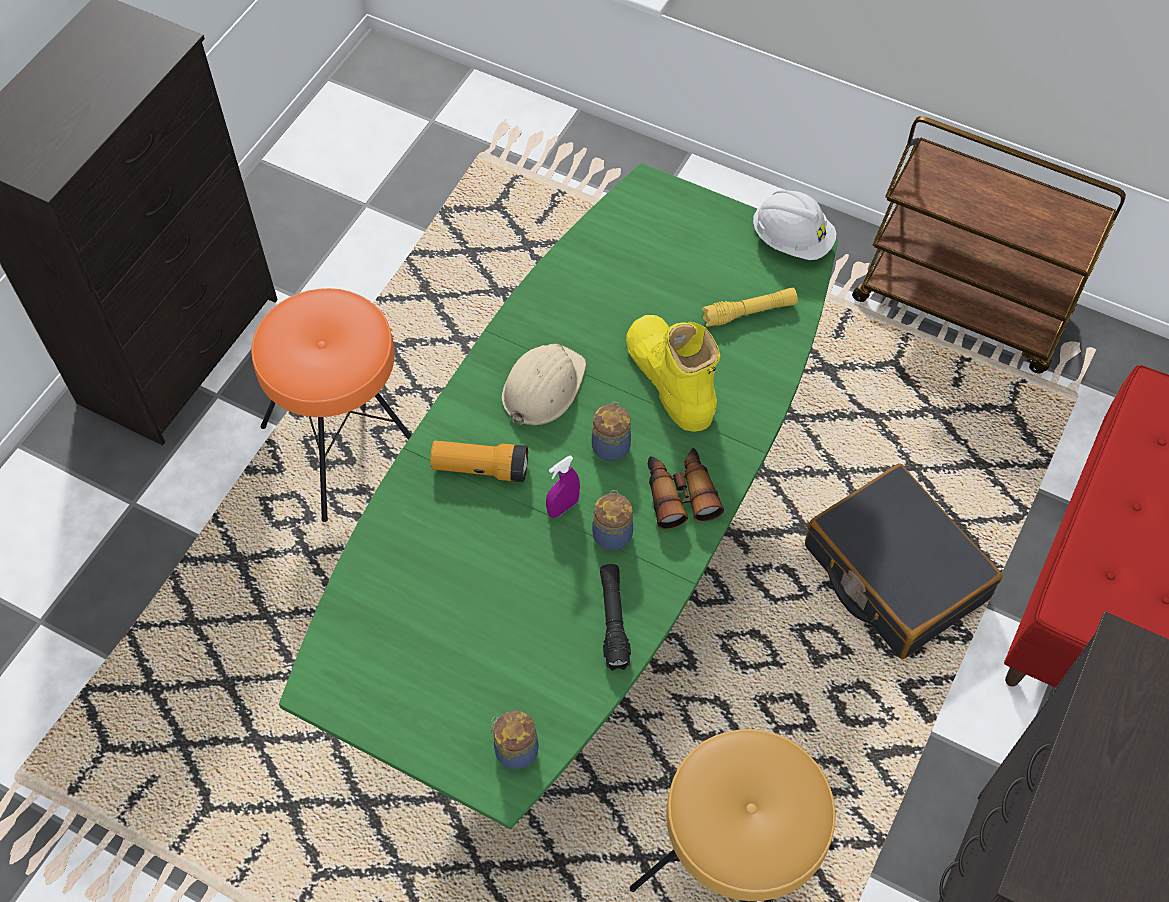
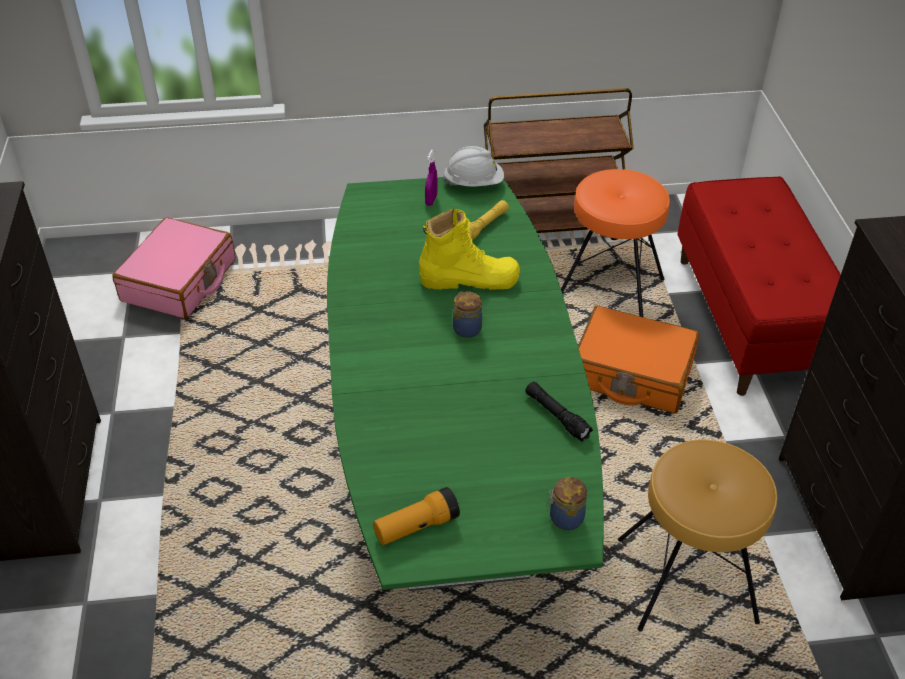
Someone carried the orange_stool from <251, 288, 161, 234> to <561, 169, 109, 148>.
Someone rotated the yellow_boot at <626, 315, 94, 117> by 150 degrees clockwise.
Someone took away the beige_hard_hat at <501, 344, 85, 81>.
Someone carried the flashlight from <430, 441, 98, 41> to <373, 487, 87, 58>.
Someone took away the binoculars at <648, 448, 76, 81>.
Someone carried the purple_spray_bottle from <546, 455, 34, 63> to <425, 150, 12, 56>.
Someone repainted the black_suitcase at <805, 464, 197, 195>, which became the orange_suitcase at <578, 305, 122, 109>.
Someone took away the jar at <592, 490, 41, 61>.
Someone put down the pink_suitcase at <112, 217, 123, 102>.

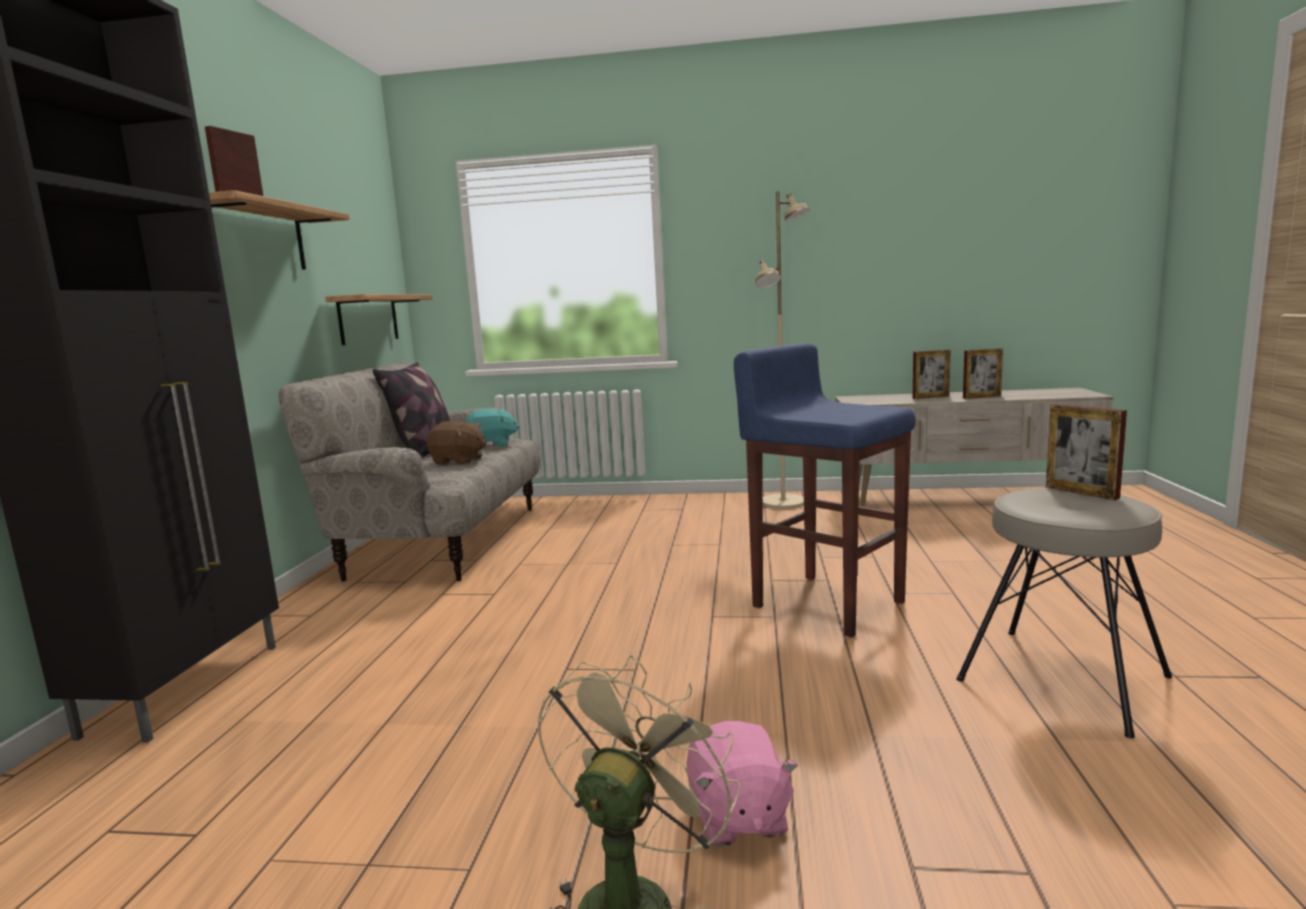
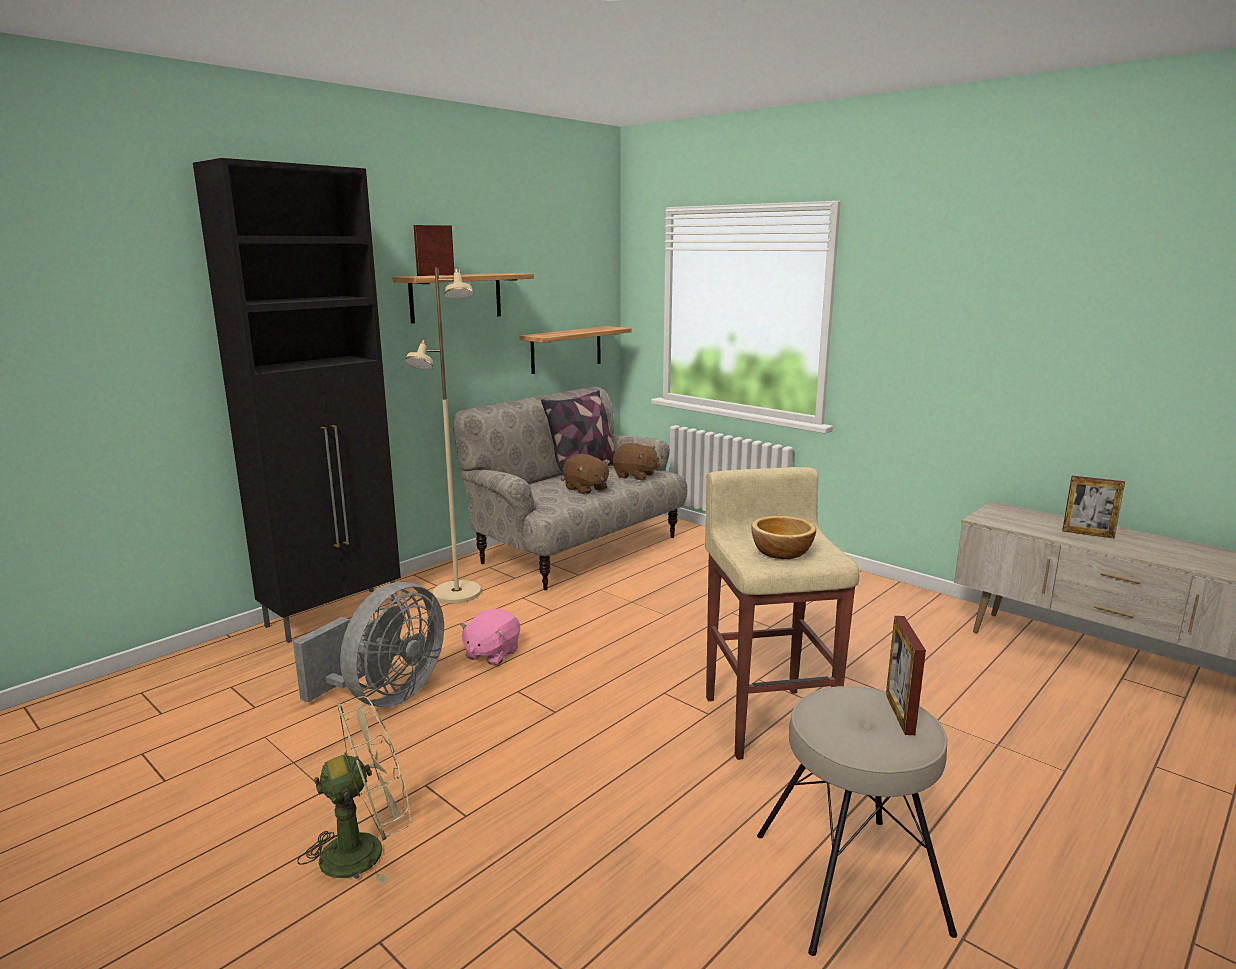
Someone carried the beige_floor_lamp from <755, 191, 55, 318> to <405, 268, 76, 335>.
Someone repainted the blue_stool at <734, 343, 182, 295>, which became the beige_stool at <705, 467, 155, 293>.
Someone took away the picture_frame at <963, 348, 40, 51>.
Someone repainted the turquoise_plush_toy at <465, 409, 55, 39>, which became the brown_plush_toy at <613, 443, 47, 37>.
Someone carried the pink_plush_toy from <686, 721, 112, 126> to <460, 609, 60, 56>.
Someone put down the bowl at <751, 516, 65, 43>.
Someone put down the grey_fan at <293, 582, 151, 125>.

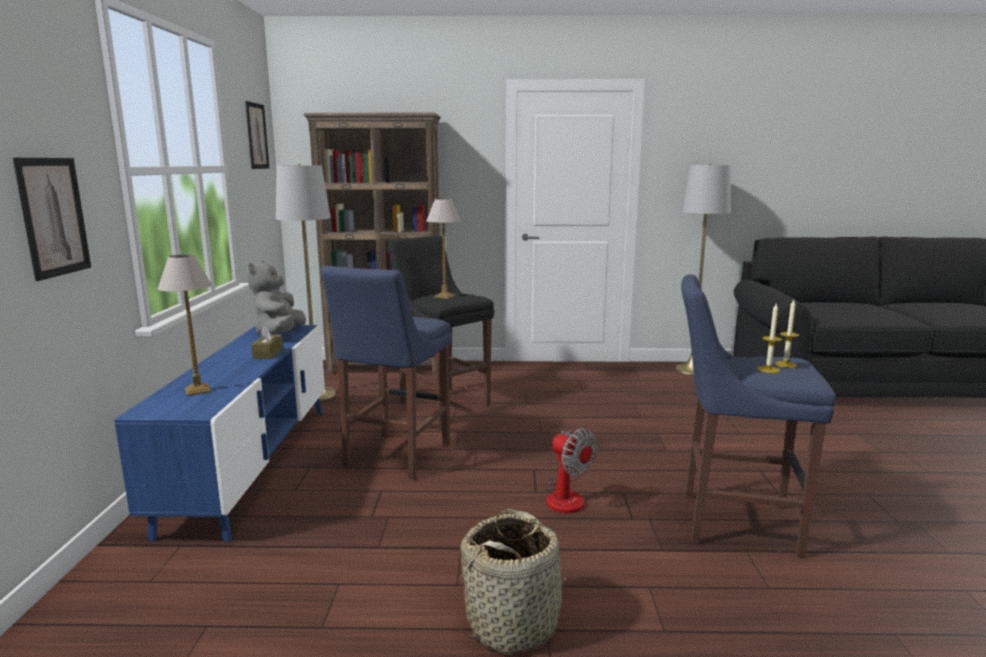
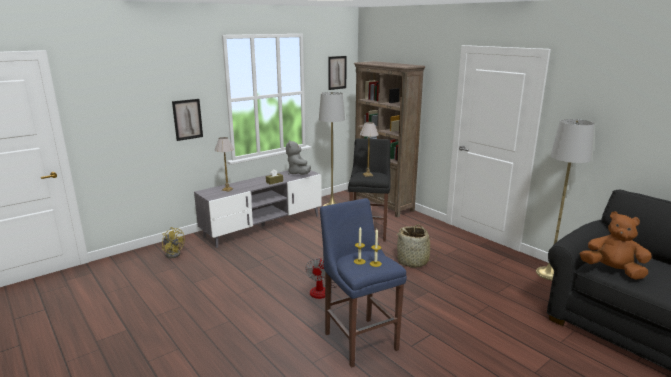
Someone rotated the grey_plush_toy at <247, 261, 59, 74> by 60 degrees counterclockwise.
Someone took away the blue_stool at <321, 266, 131, 214>.
Someone repainted the blue_tv_stand at <114, 325, 211, 217>, which became the grey_tv_stand at <194, 170, 127, 78>.
Someone carried the basket from <459, 509, 113, 146> to <395, 225, 38, 43>.
Someone put down the brown_plush_toy at <580, 212, 72, 68>.
Someone put down the yellow_fan at <162, 227, 23, 31>.

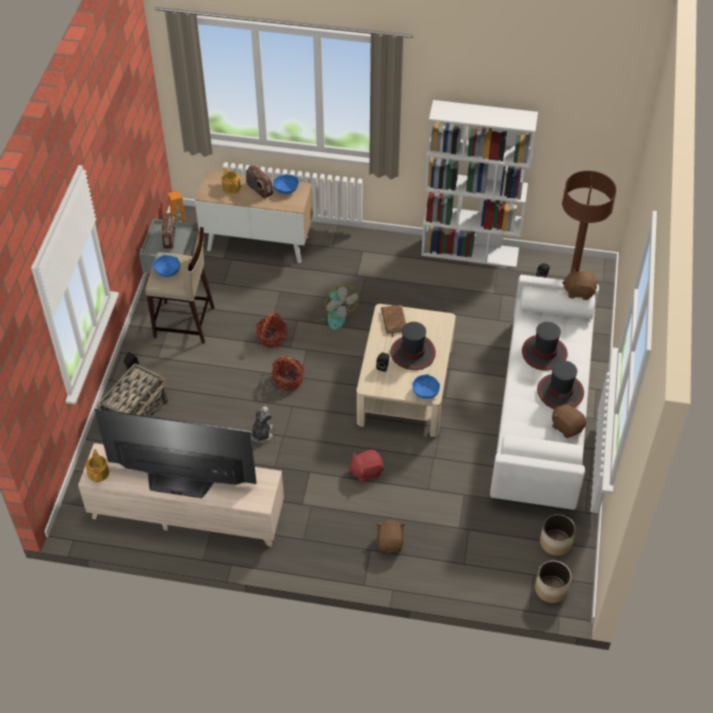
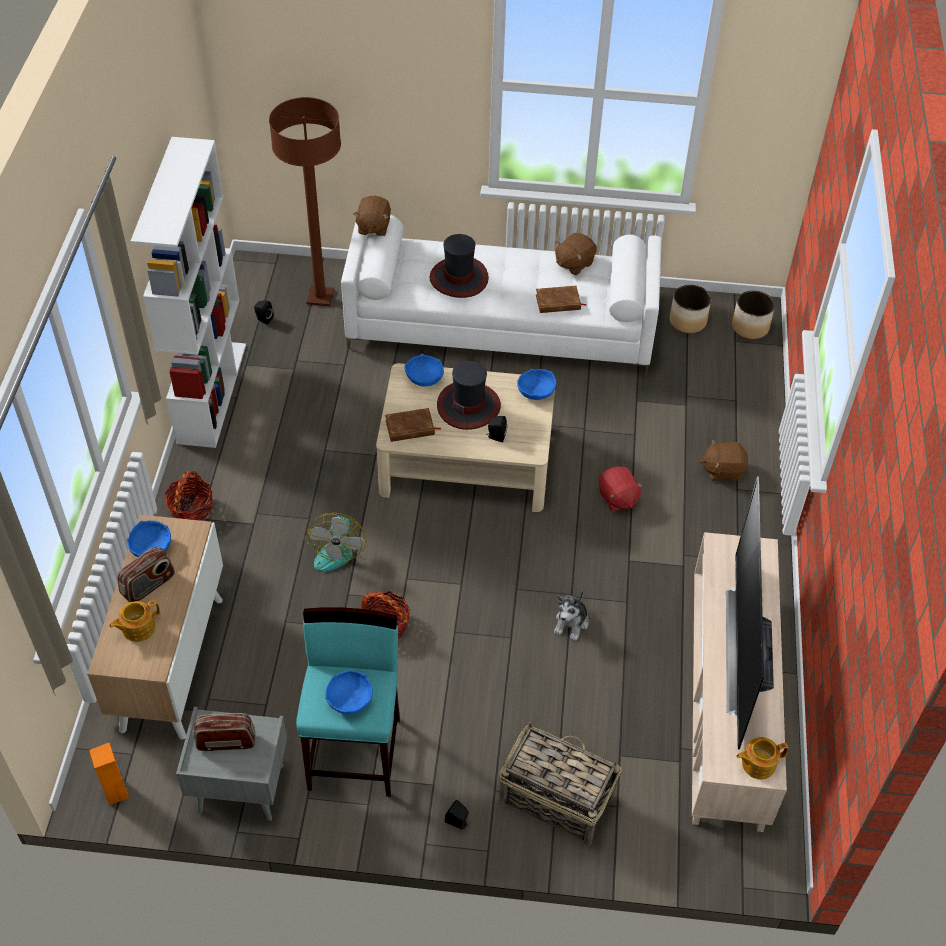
Someone repainted the beige_stool at <145, 227, 70, 116>, which became the turquoise_stool at <296, 607, 104, 190>.
Someone rotated the fan at <311, 284, 47, 46> by 135 degrees clockwise.
Someone carried the basket from <271, 356, 34, 35> to <164, 471, 49, 50>.
Someone took away the hat at <537, 360, 47, 49>.
Someone rotated the plush_toy at <251, 406, 22, 37> by 75 degrees counterclockwise.
Someone put down the brown_book at <536, 286, 51, 27>.
Someone put down the blue_bowl at <405, 354, 39, 32>.

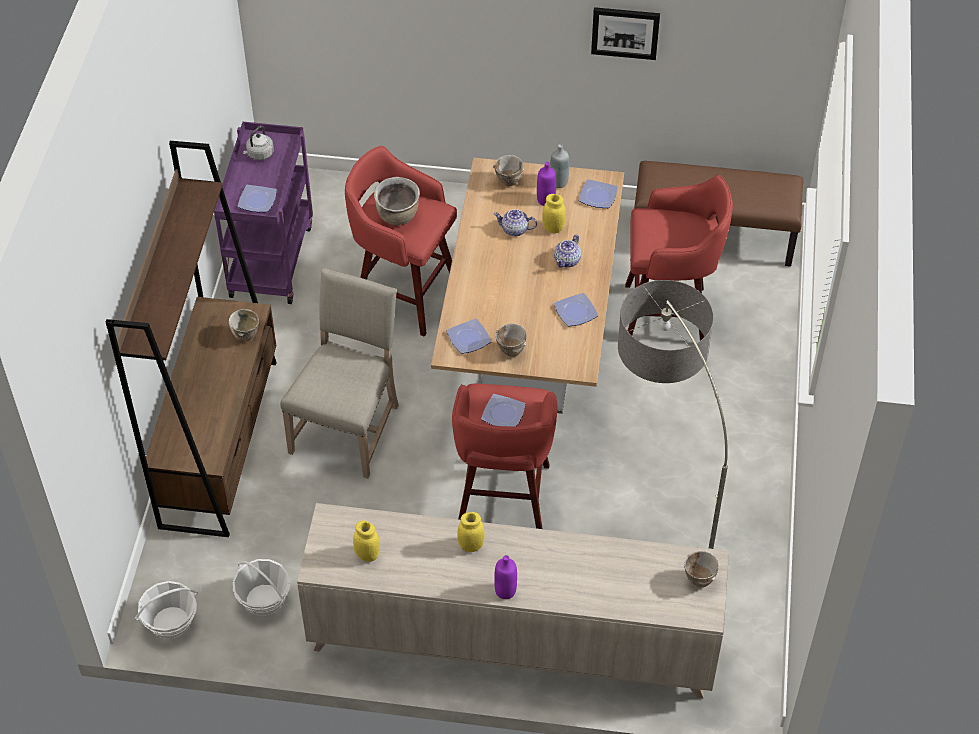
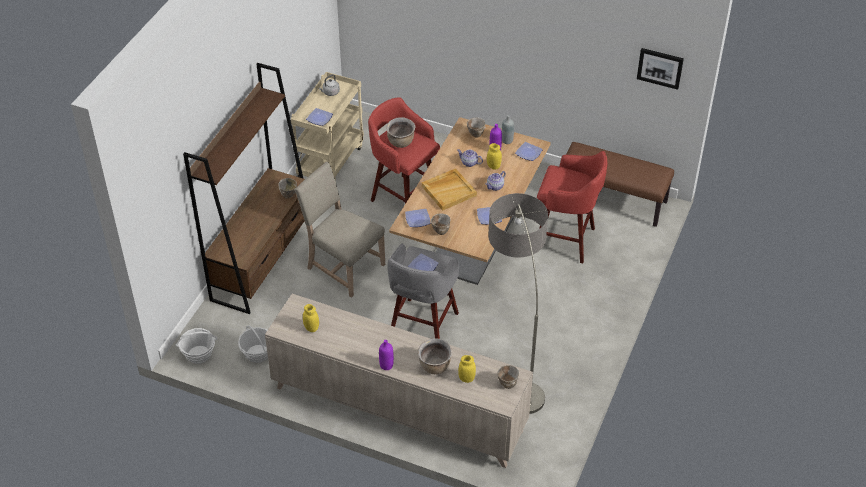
Someone carried the picture from <591, 7, 69, 53> to <637, 48, 47, 42>.
Someone repainted the purple_cart at <214, 122, 99, 182>, which became the beige_cart at <291, 72, 73, 108>.
Someone rotated the beige_chair at <280, 268, 119, 211> by 90 degrees counterclockwise.
Someone repainted the red_stool at <452, 384, 105, 145>, which became the grey_stool at <387, 243, 72, 96>.
Someone carried the yellow_jar from <457, 512, 28, 40> to <458, 355, 18, 28>.
Someone put down the beige_tray at <422, 168, 55, 43>.
Someone put down the brown_cooking_pot at <418, 338, 34, 36>.

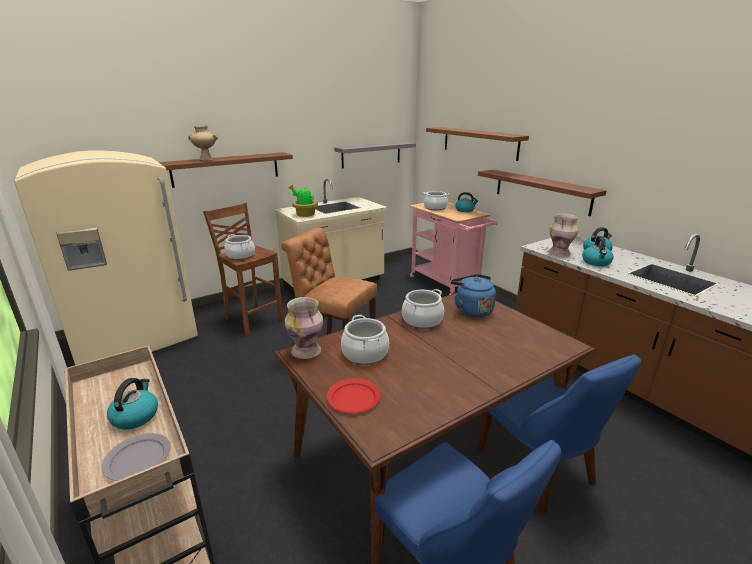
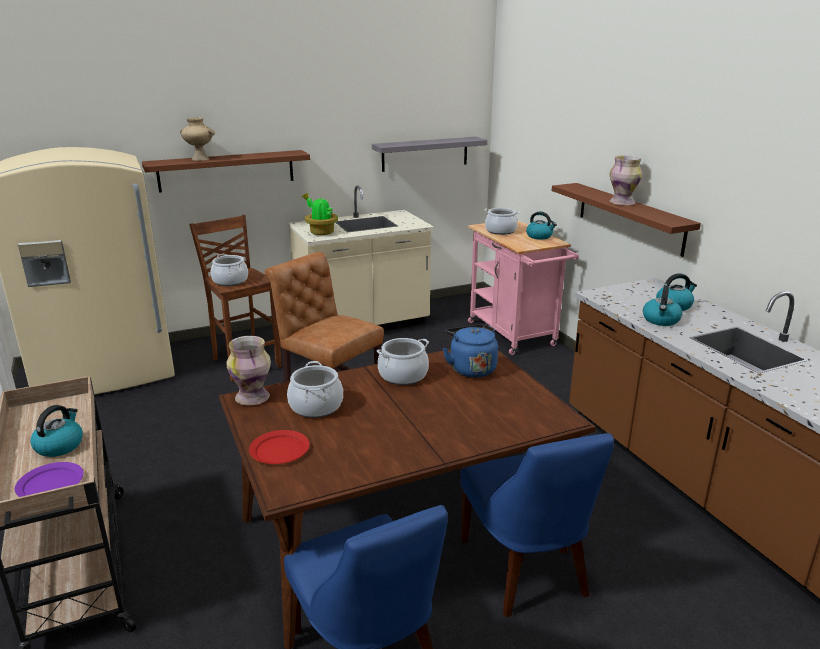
Someone took away the brown_shelf at <426, 127, 103, 34>.
Someone carried the vase from <548, 214, 30, 42> to <610, 155, 32, 51>.
Someone repainted the grey_plate at <101, 433, 70, 48>, which became the purple_plate at <15, 462, 69, 35>.

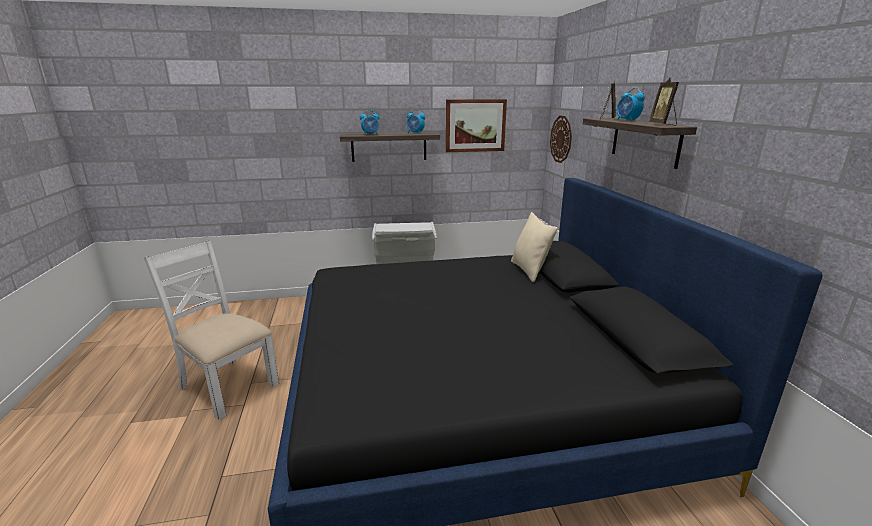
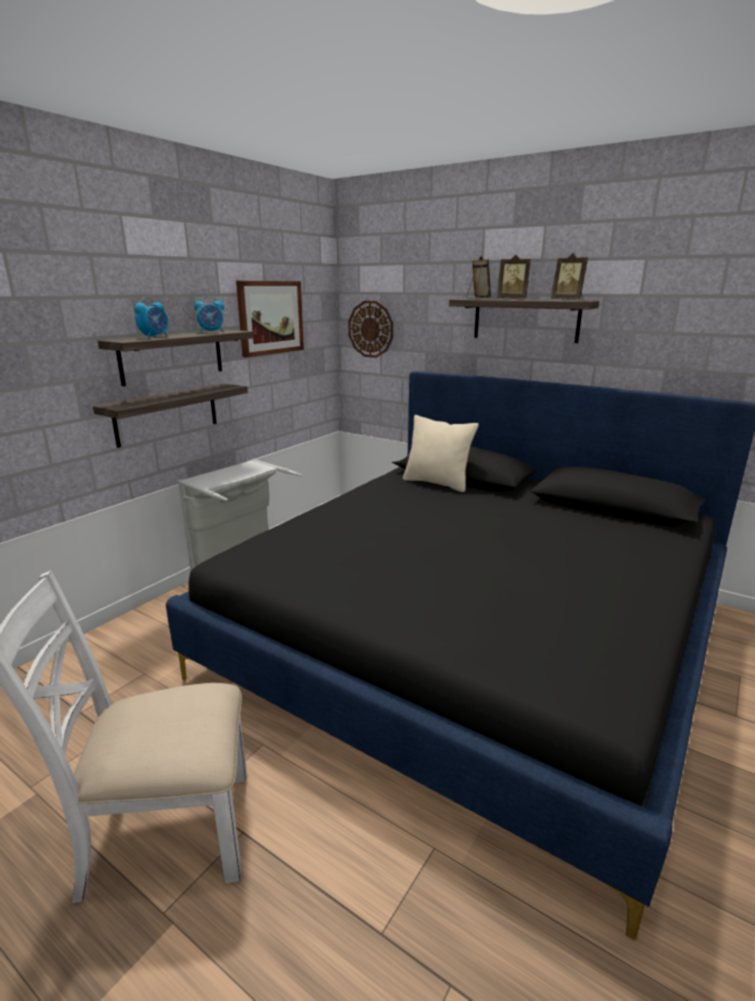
Someone swapped the alarm_clock at <617, 88, 28, 34> for the picture_frame at <497, 255, 34, 45>.
Someone put up the shelf at <93, 383, 155, 65>.

